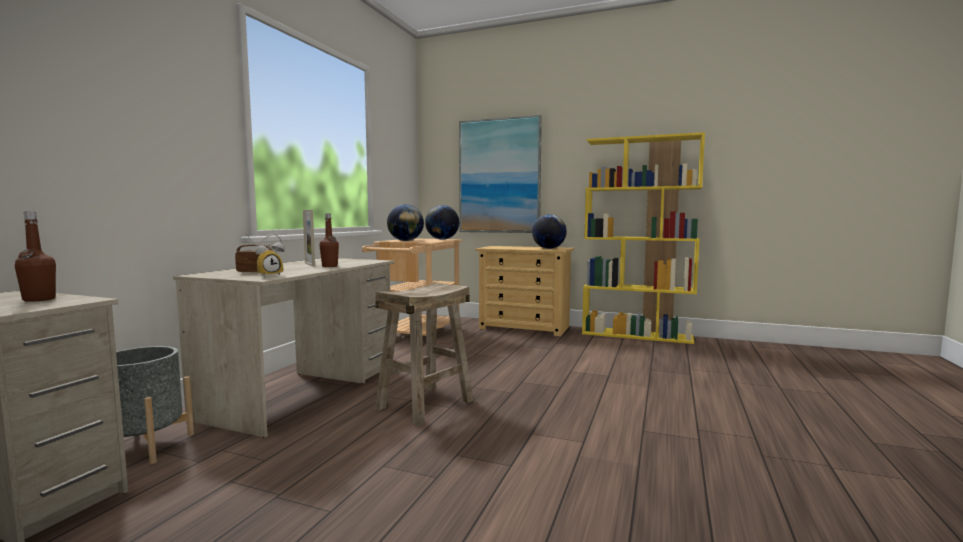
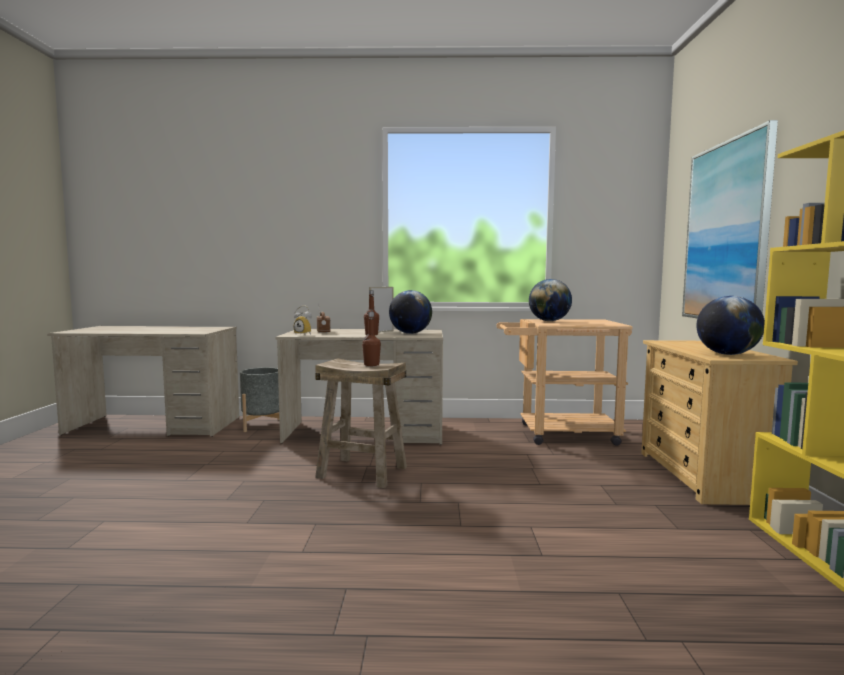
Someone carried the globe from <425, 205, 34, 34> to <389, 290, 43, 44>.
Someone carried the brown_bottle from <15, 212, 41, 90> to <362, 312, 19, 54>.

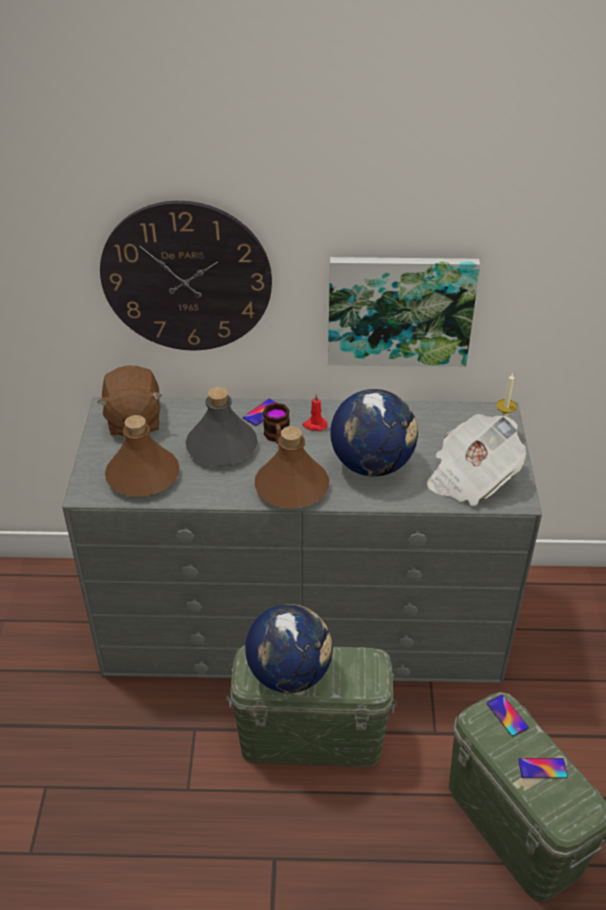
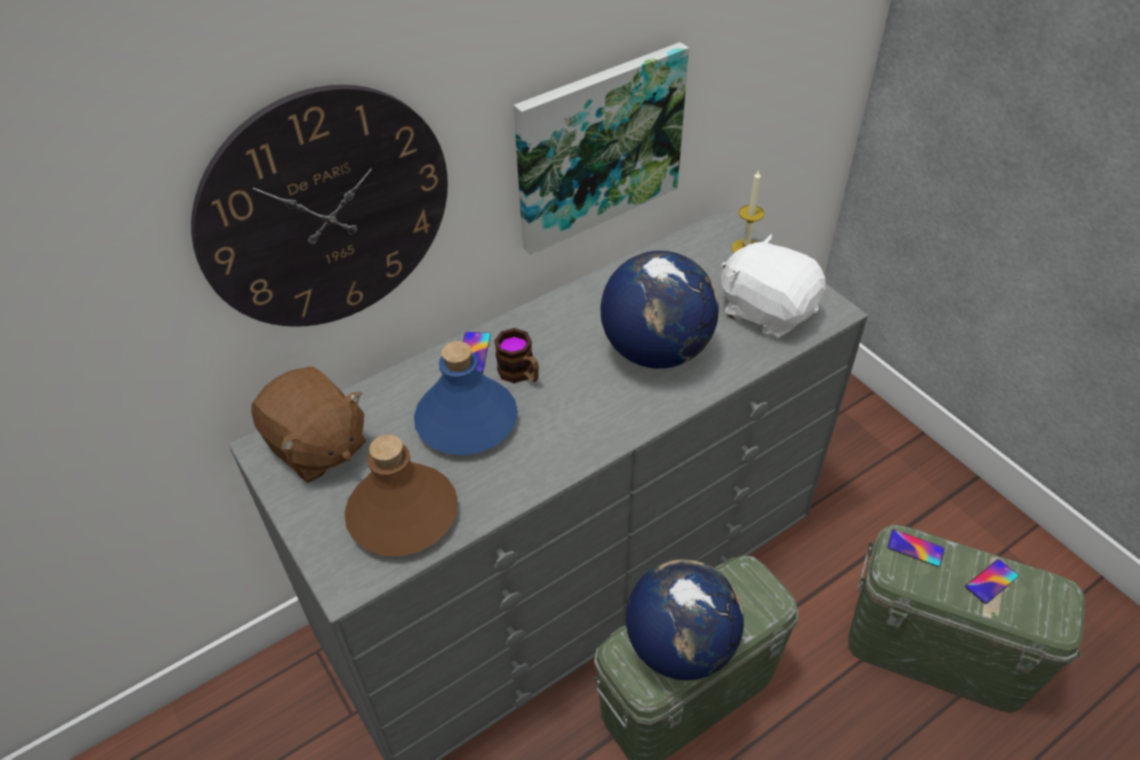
Someone repainted the grey_bottle at <186, 387, 72, 79>, which became the blue_bottle at <414, 341, 104, 114>.
Someone took away the red_candle at <302, 394, 25, 37>.
Someone swapped the newspaper at <427, 414, 99, 92> for the white_plush_toy at <721, 234, 104, 105>.
Someone took away the brown_bottle at <255, 426, 74, 82>.

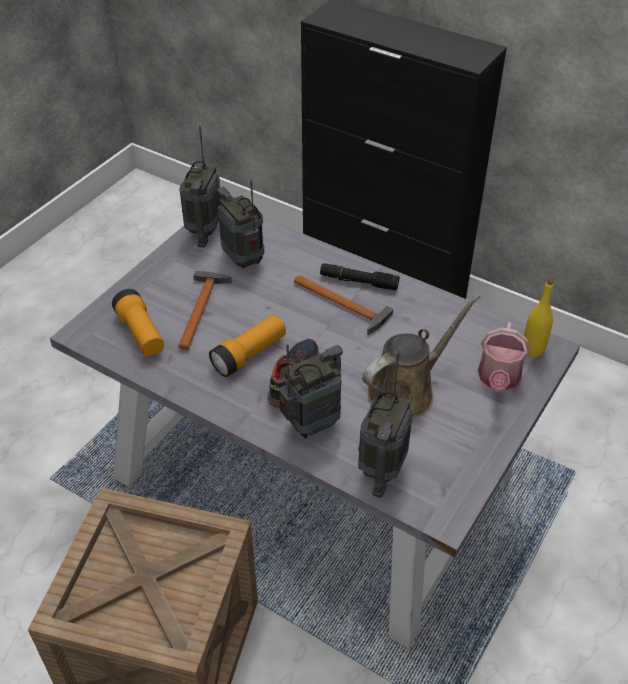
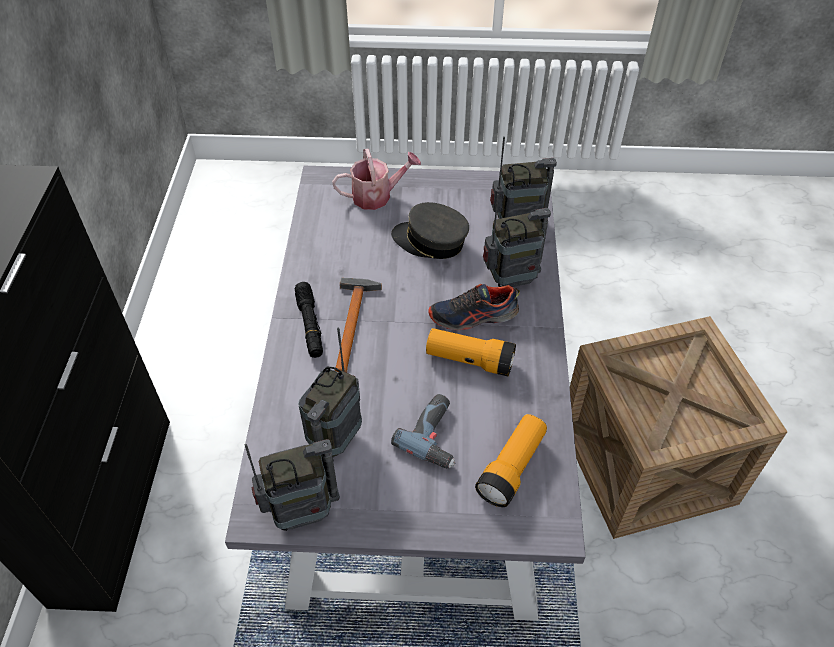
Someone swapped the hammer at <178, 271, 54, 79> for the power_drill at <391, 394, 64, 75>.
Someone took away the yellow_bottle at <524, 279, 30, 78>.
Someone swapped the brown_watering_can at <362, 294, 118, 124> for the grey_cap at <391, 202, 78, 57>.
Someone rotated the radio at <279, 344, 64, 95> by 135 degrees clockwise.

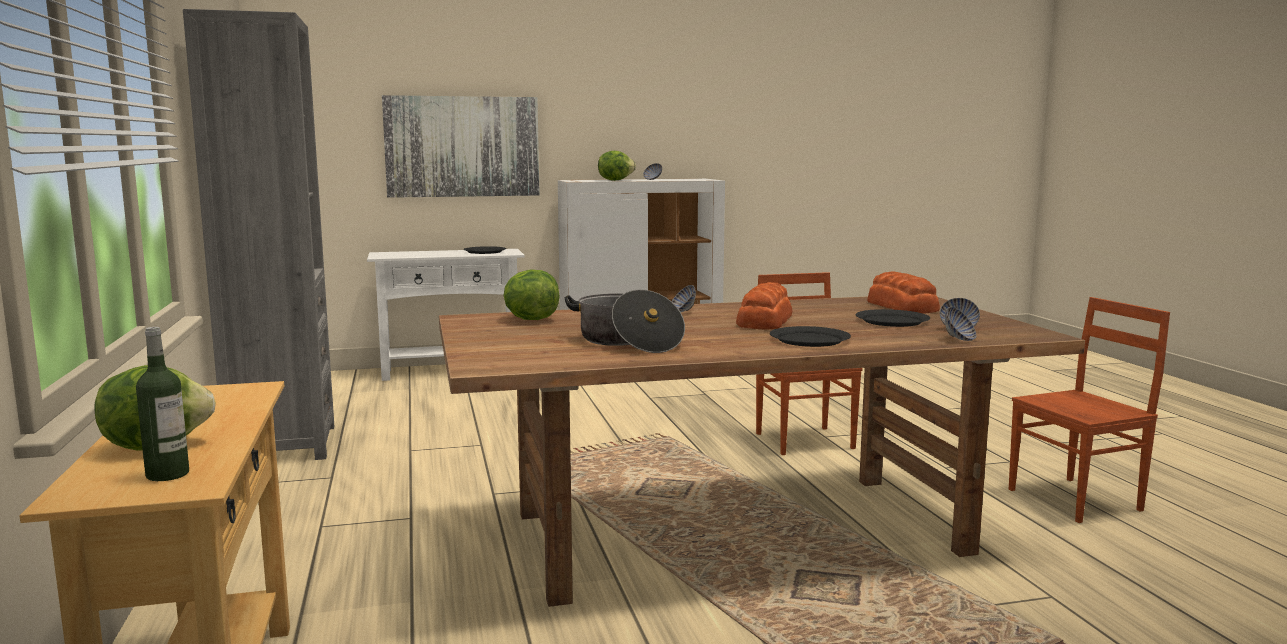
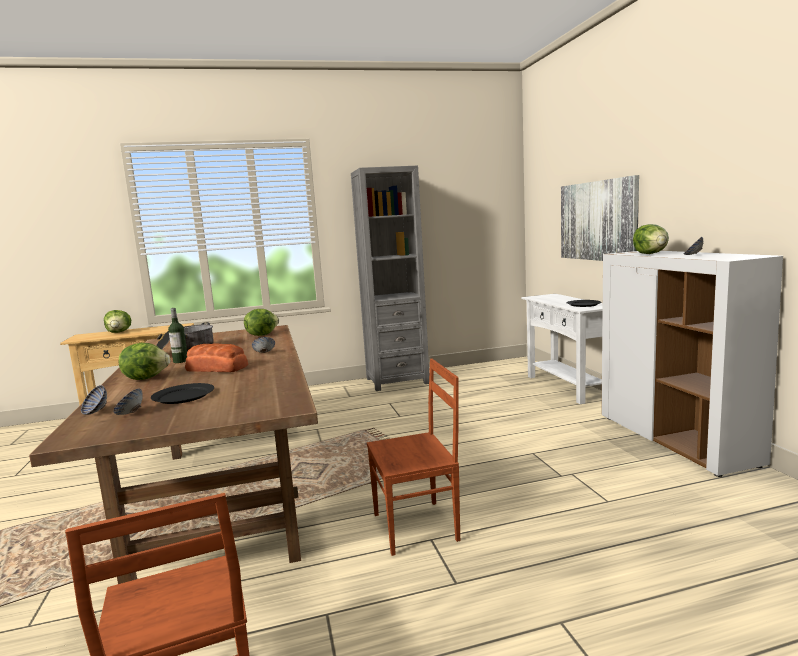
Someone took away the bread at <867, 271, 73, 43>.
Someone swapped the black_plate at <770, 326, 81, 21> for the lettuce at <119, 343, 51, 37>.
Someone carried the bottle from <136, 327, 53, 154> to <168, 308, 19, 55>.

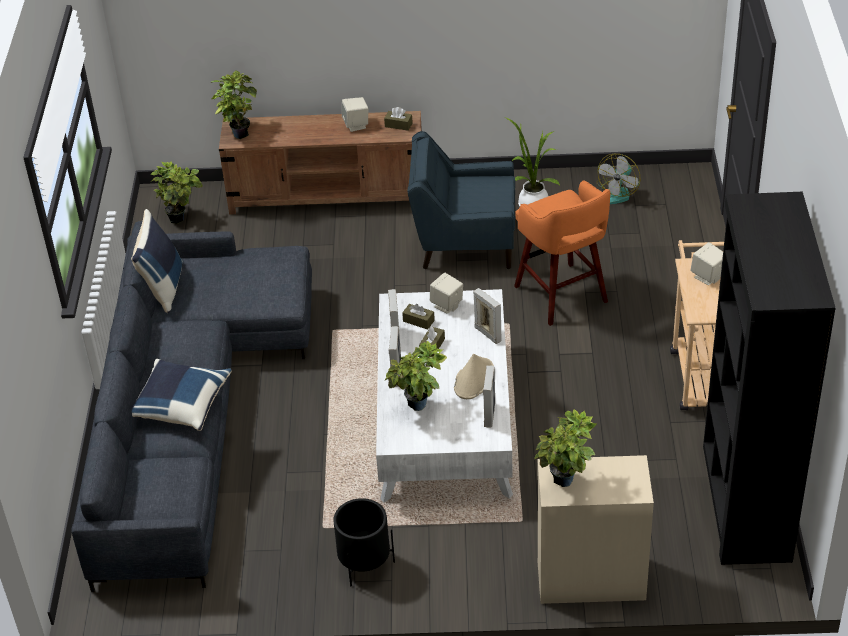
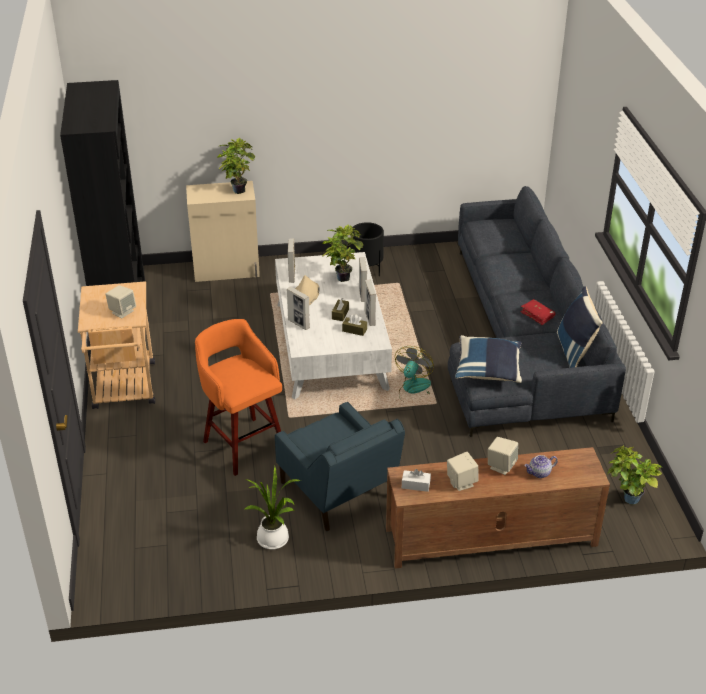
Someone took away the potted_plant at <210, 70, 47, 69>.
Someone repainted the brown_tissue_box at <384, 107, 29, 24>, which became the white_tissue_box at <402, 469, 29, 23>.
Someone rotated the blue_armchair at <407, 131, 108, 138> by 60 degrees clockwise.
Someone carried the fan from <596, 154, 45, 50> to <395, 346, 39, 52>.
Someone carried the beige_speaker from <430, 273, 33, 41> to <488, 437, 30, 38>.
Someone carried the blue_pillow from <131, 359, 101, 72> to <455, 335, 67, 48>.
Someone put down the red_book at <520, 299, 36, 26>.
Someone put down the teapot at <524, 455, 34, 23>.

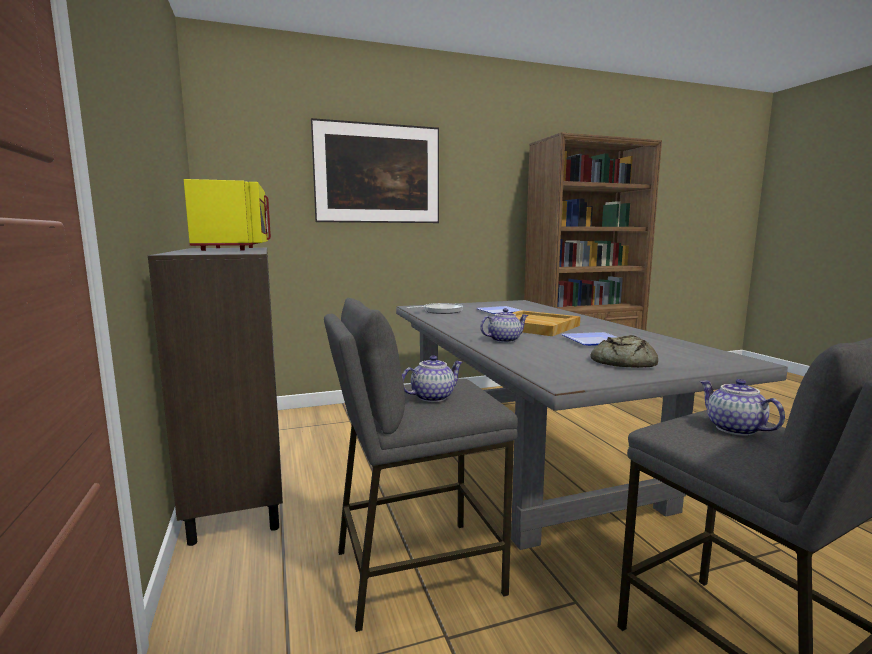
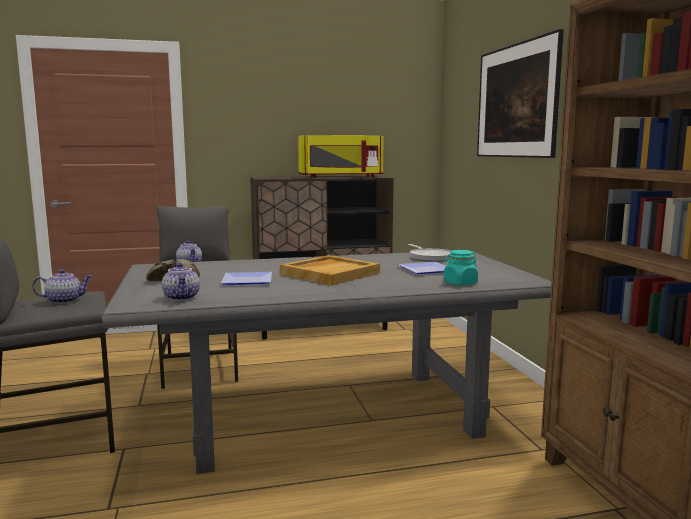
Someone carried the teapot from <480, 308, 49, 35> to <162, 263, 38, 38>.
Someone put down the turquoise_jar at <444, 250, 34, 35>.

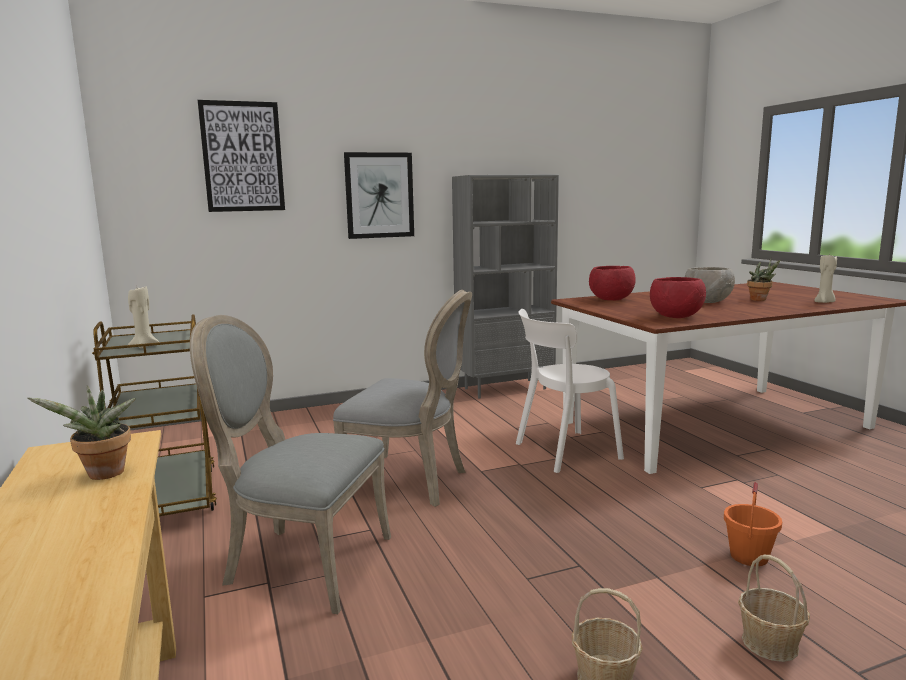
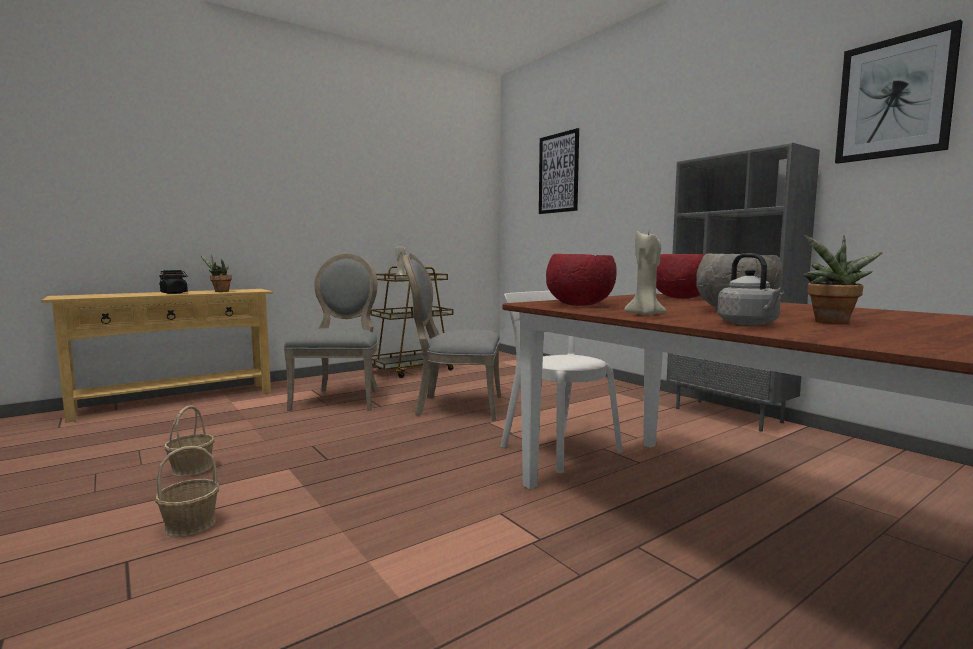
Someone carried the picture from <344, 152, 70, 87> to <835, 20, 128, 144>.
Someone carried the beige_candle from <814, 255, 23, 48> to <624, 231, 42, 84>.
Someone rotated the grey_chair at <333, 290, 139, 217> by 90 degrees clockwise.
Someone took away the orange_bucket at <724, 482, 58, 84>.
Someone put down the grey_kettle at <717, 253, 67, 72>.
Someone put down the black_jar at <159, 270, 29, 24>.

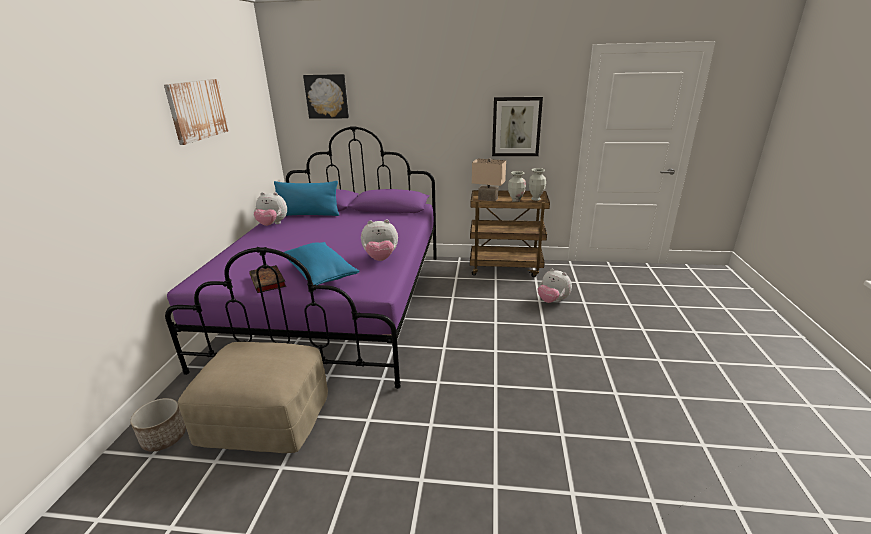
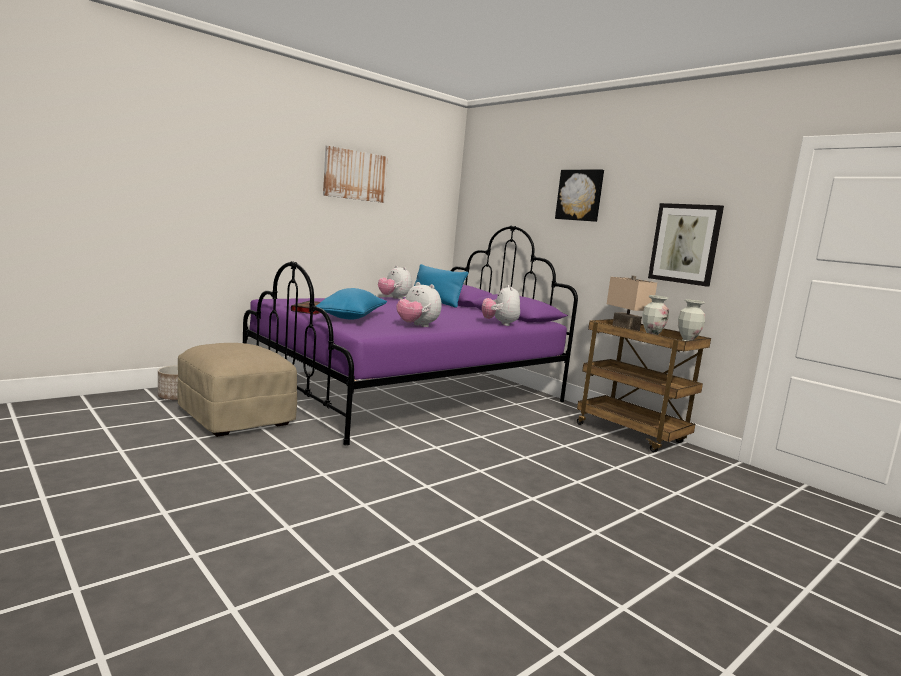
Someone carried the picture from <303, 74, 46, 45> to <555, 169, 49, 53>.
Someone carried the plush_toy from <538, 268, 34, 35> to <482, 285, 38, 41>.

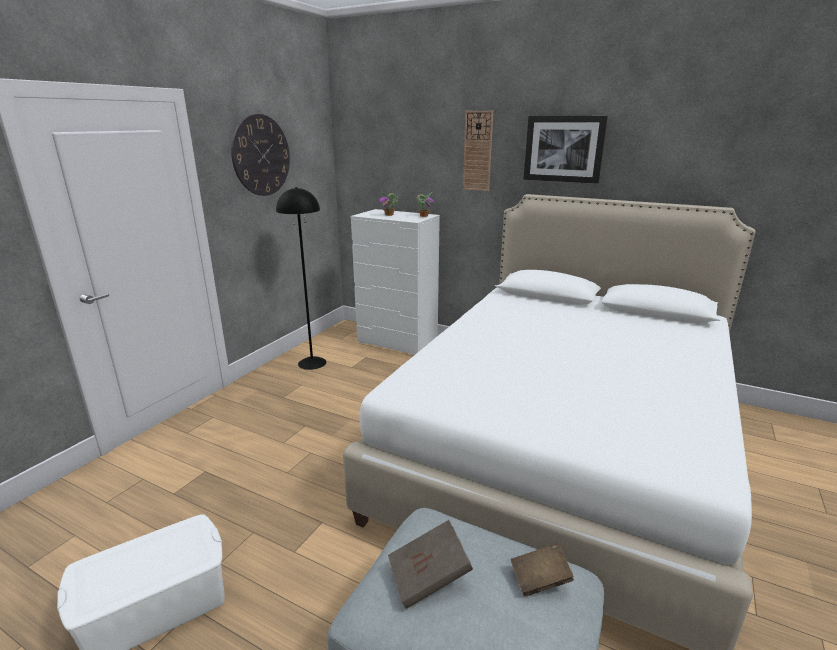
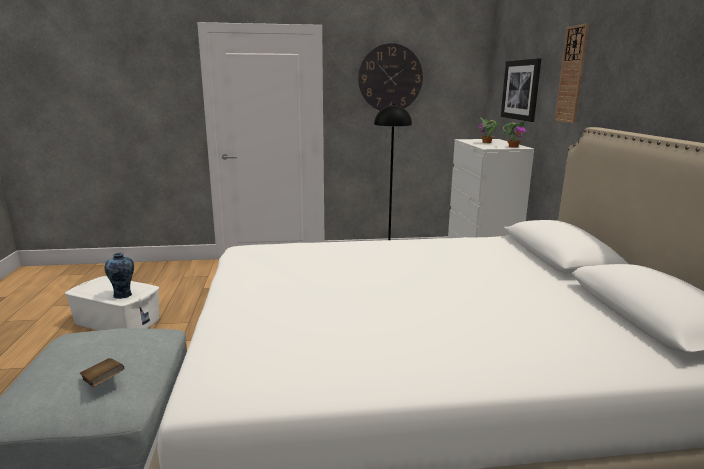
Someone carried the picture from <524, 116, 84, 68> to <501, 58, 40, 64>.
Someone took away the brown_book at <388, 520, 85, 89>.
Someone put down the vase at <105, 253, 29, 46>.

